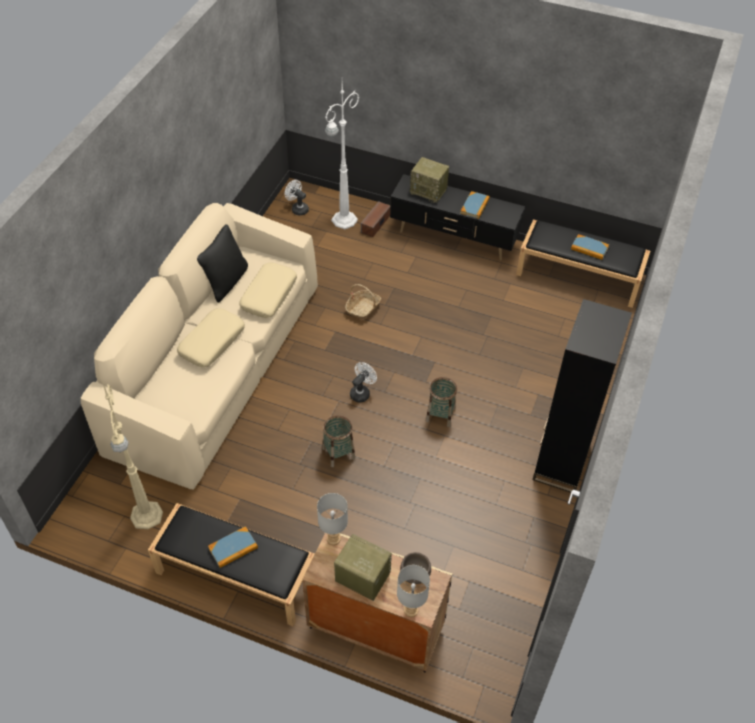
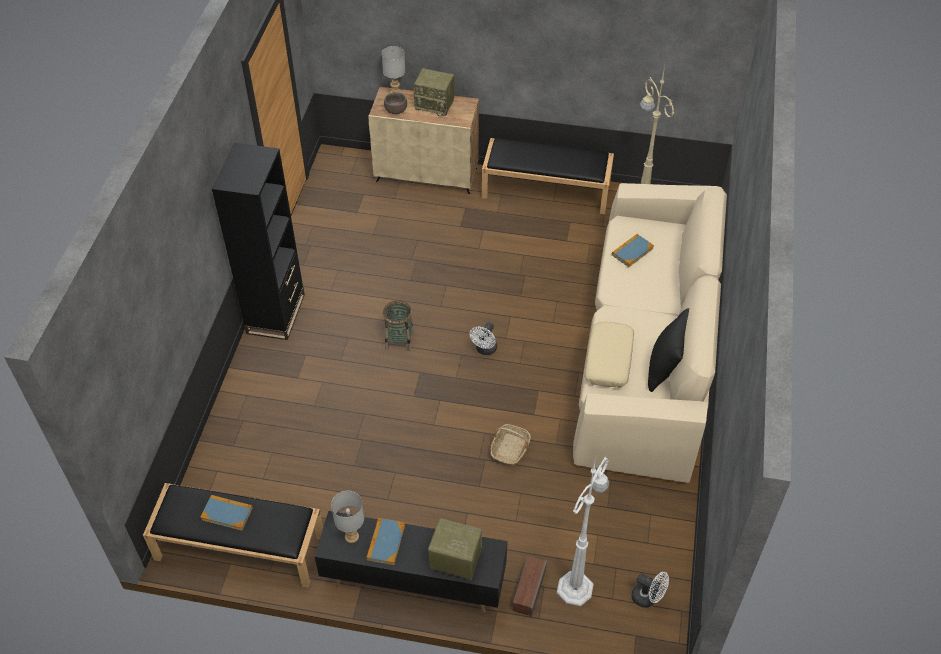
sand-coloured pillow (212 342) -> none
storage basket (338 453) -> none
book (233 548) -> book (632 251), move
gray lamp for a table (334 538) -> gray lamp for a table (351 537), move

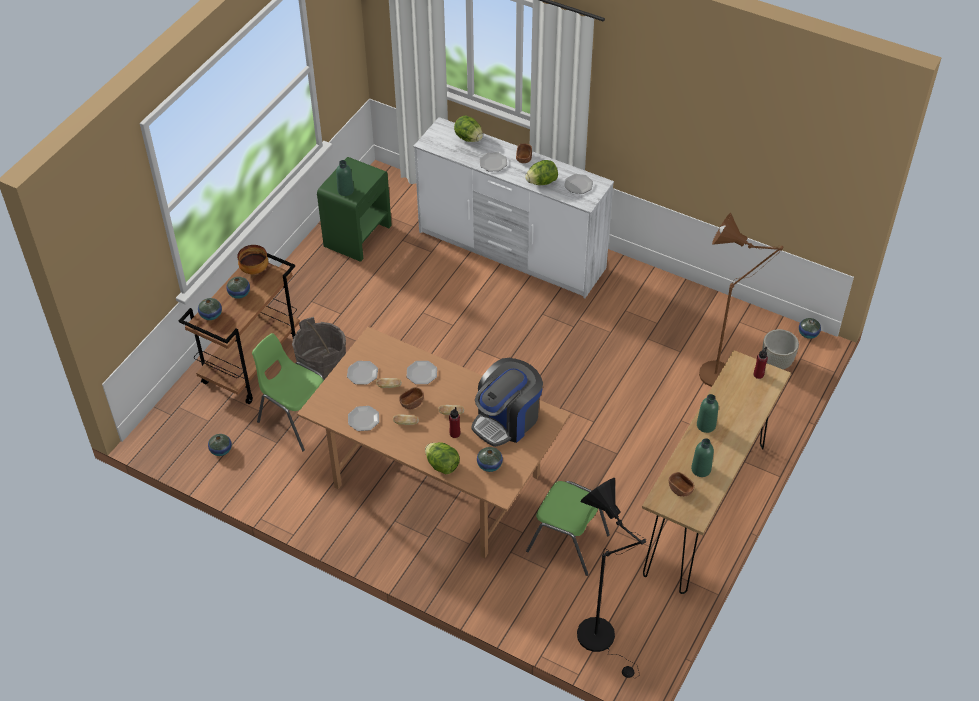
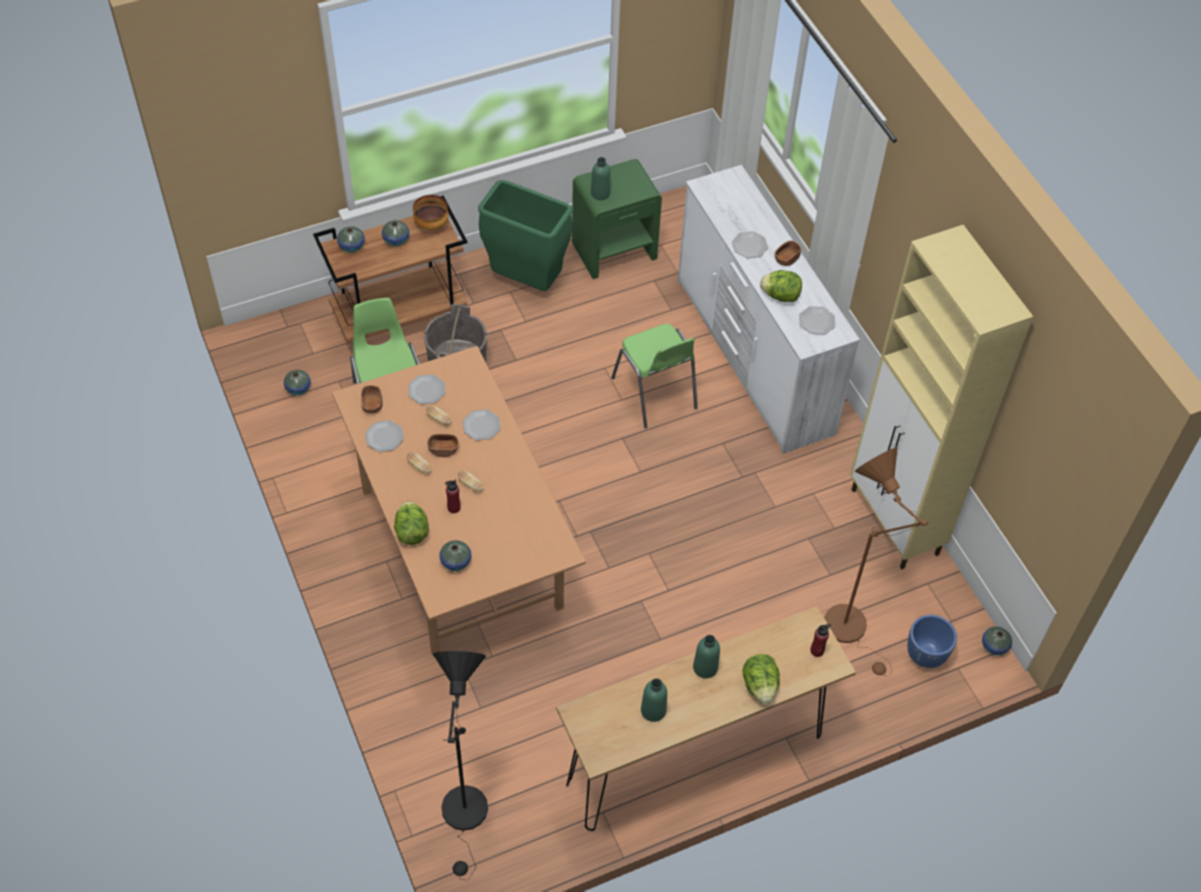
coffee maker (507 420) -> none
none -> green-coloured rubbish bin (527 281)
none -> sand-coloured cabinet (895 523)
head of lettuce (468 138) -> head of lettuce (760 685), move
green-coloured plain chair (569 543) -> green-coloured plain chair (655 393), move
brown-coloured serving bowl (680 489) -> brown-coloured serving bowl (372 405), move
gray flower pot (776 363) -> blue flower pot (926 655)

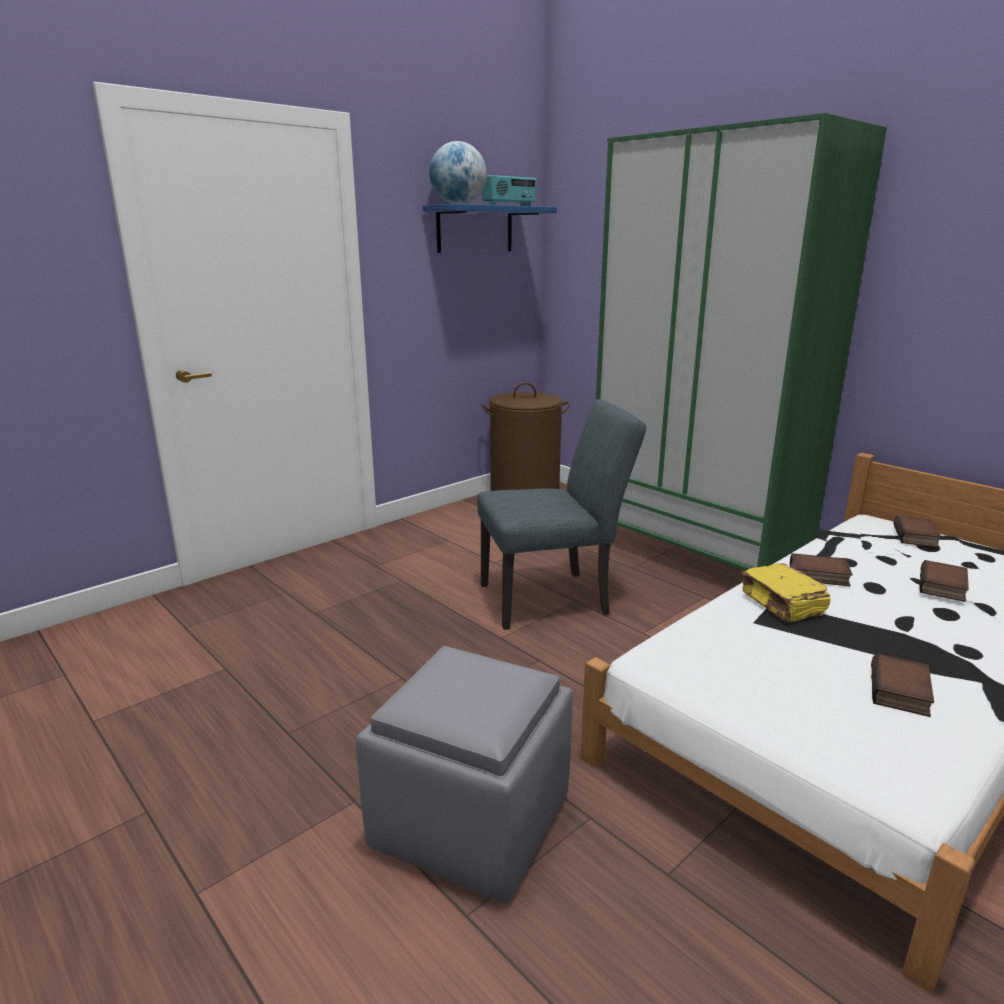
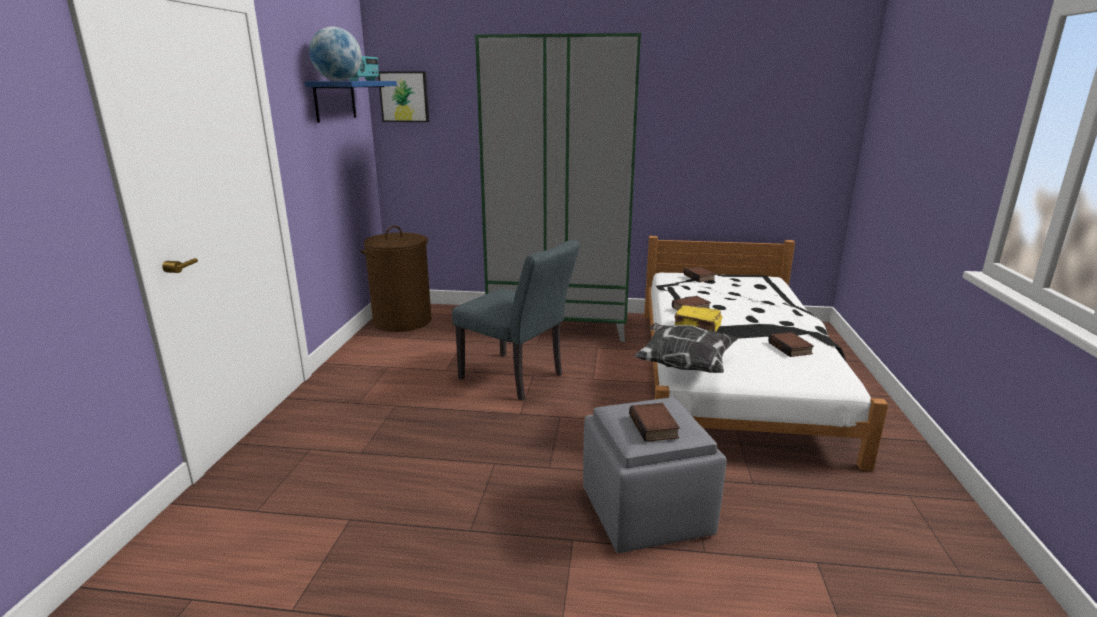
none -> picture (404 97)
none -> pillow (683 365)
book (944 587) -> book (655 427), move
gray plain chair (554 598) -> gray plain chair (517 378), 90 degrees clockwise

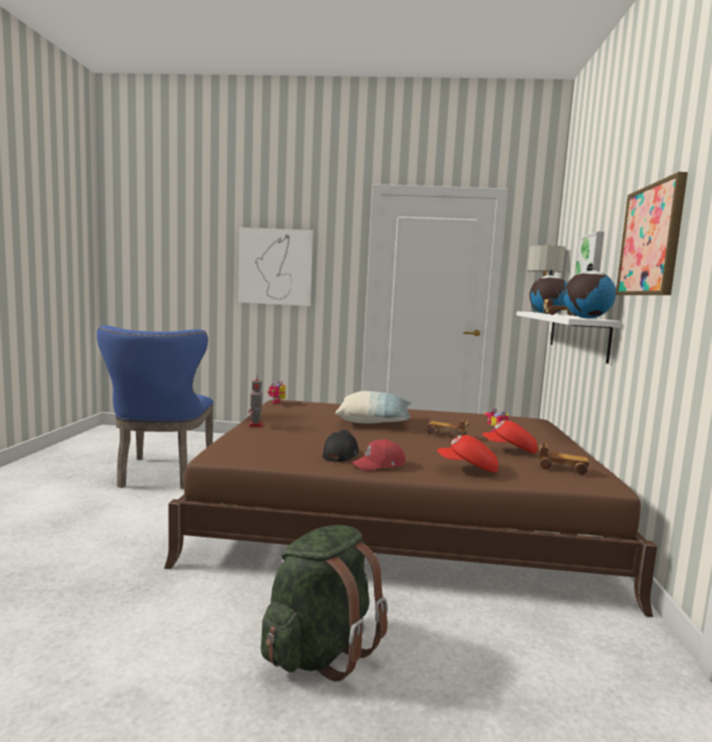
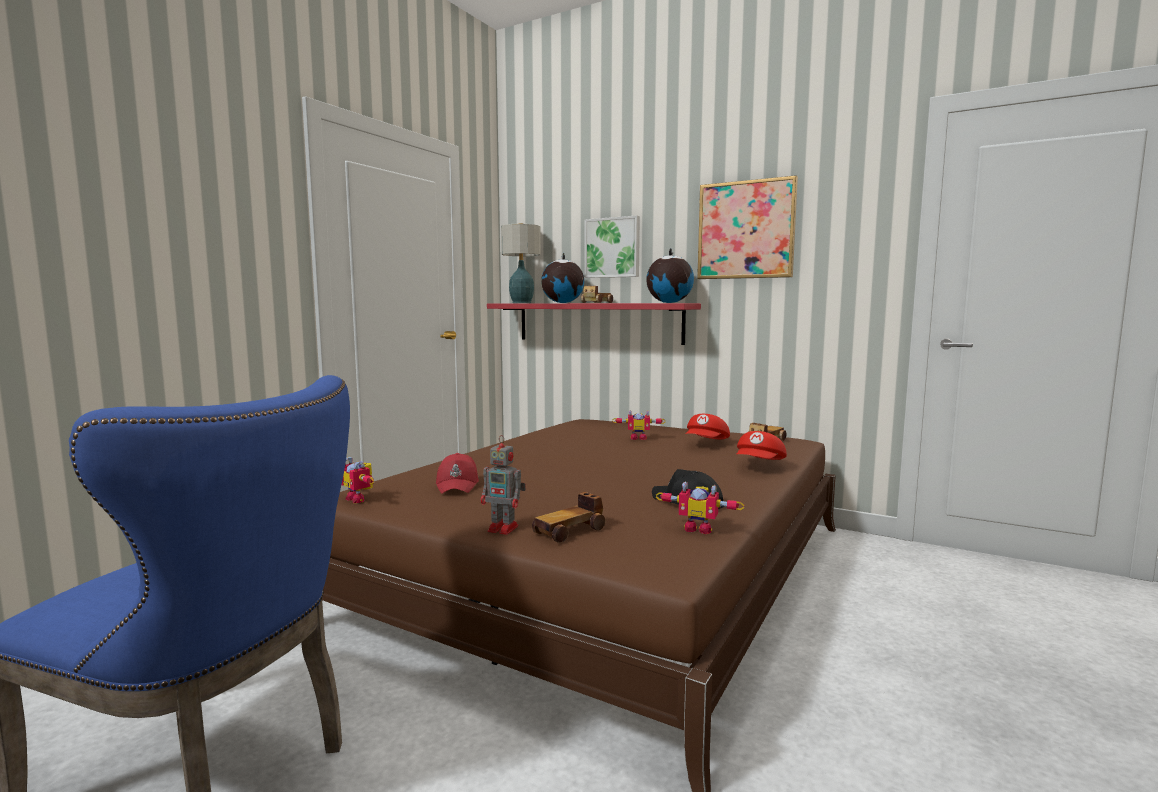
picture (276 267) -> none
green-coloured knapsack (320 650) -> none
pillow (374 421) -> none
none -> model robot (699 528)
red cap (379 465) -> red cap (458 484), move
toy car (447 435) -> toy car (570 531), move
white shelf (577 334) -> red shelf (598 322)

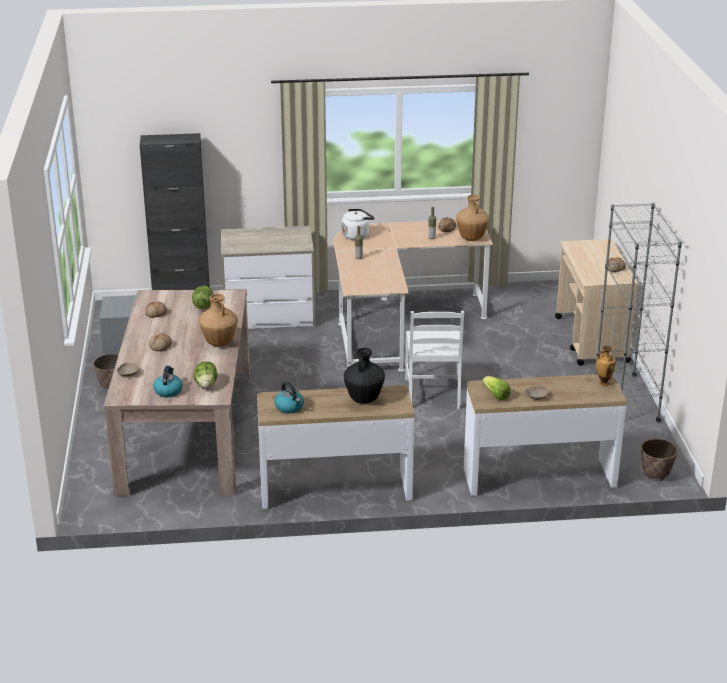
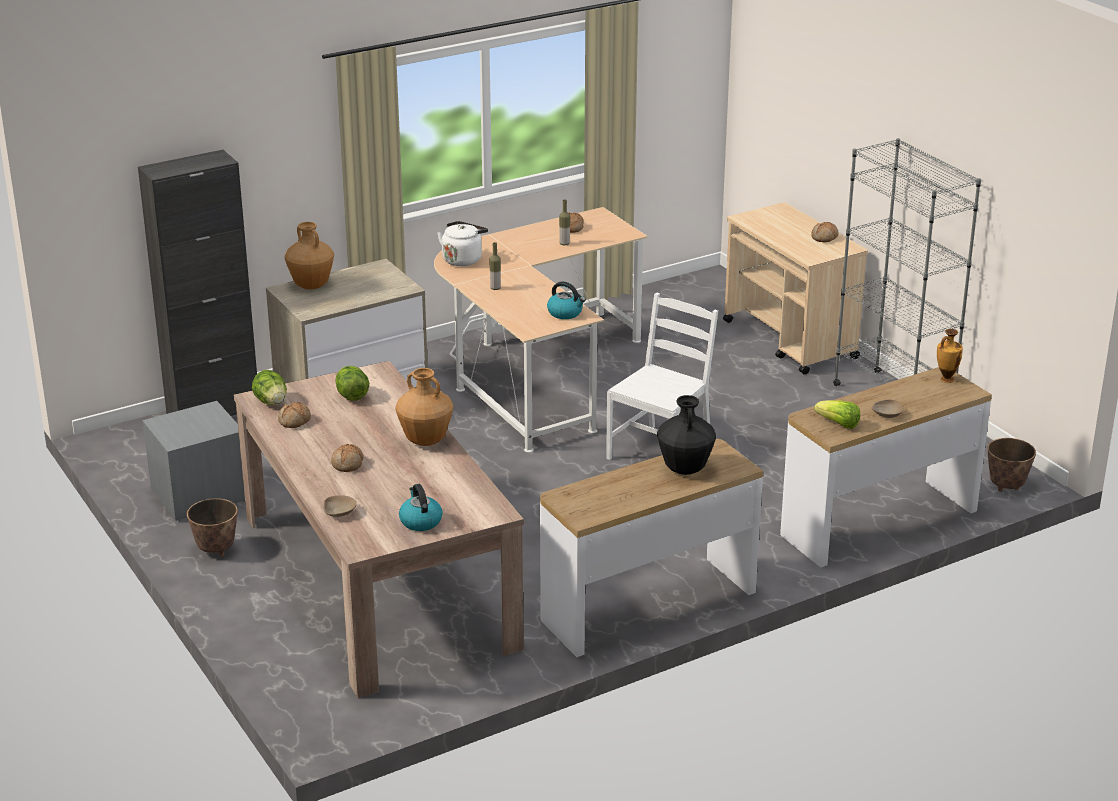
head of lettuce (206 385) -> head of lettuce (271 402), move
water kettle (290 407) -> water kettle (565 313), move
brown-coloured flower vase (471 238) -> brown-coloured flower vase (311 286), move
white plain chair (433 393) -> white plain chair (660 452), 120 degrees counterclockwise

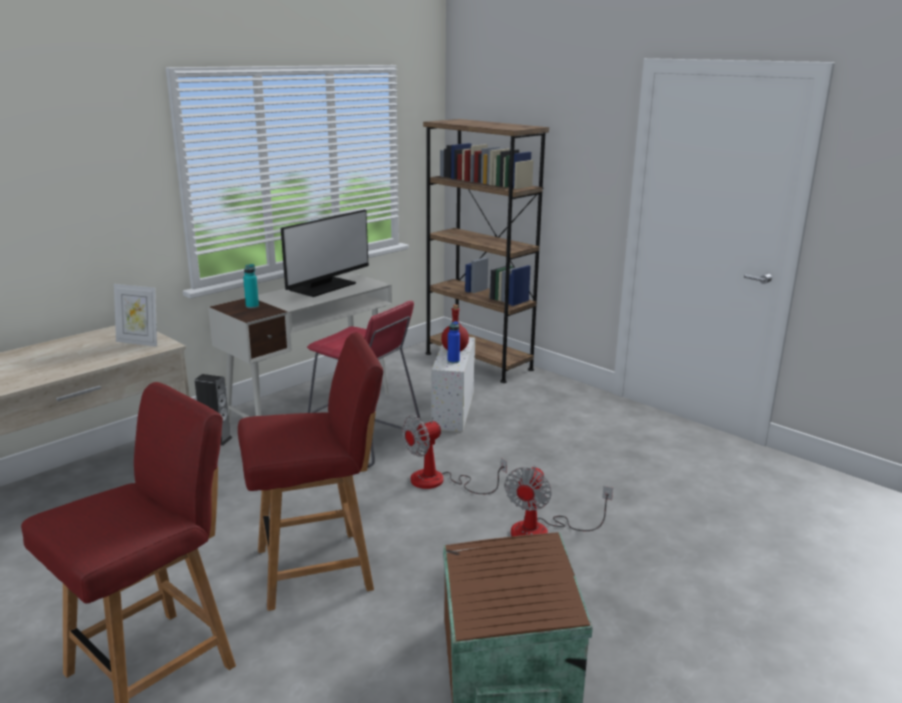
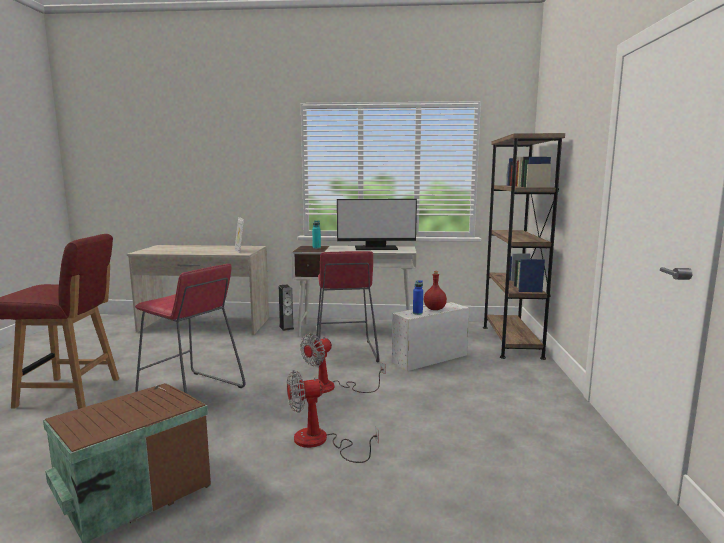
red plain chair (317 568) -> red stool seat (191 393)
cooling fan (439 482) -> cooling fan (331 387), 60 degrees counterclockwise

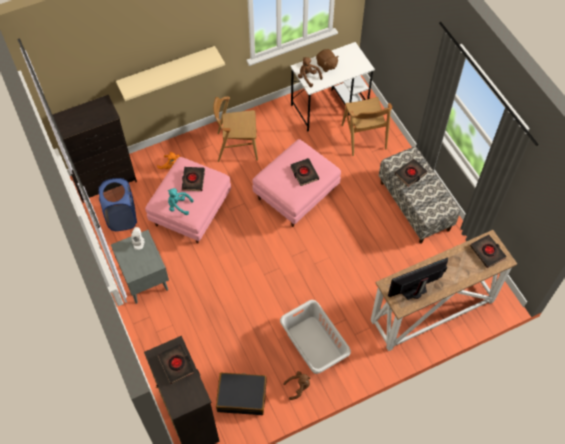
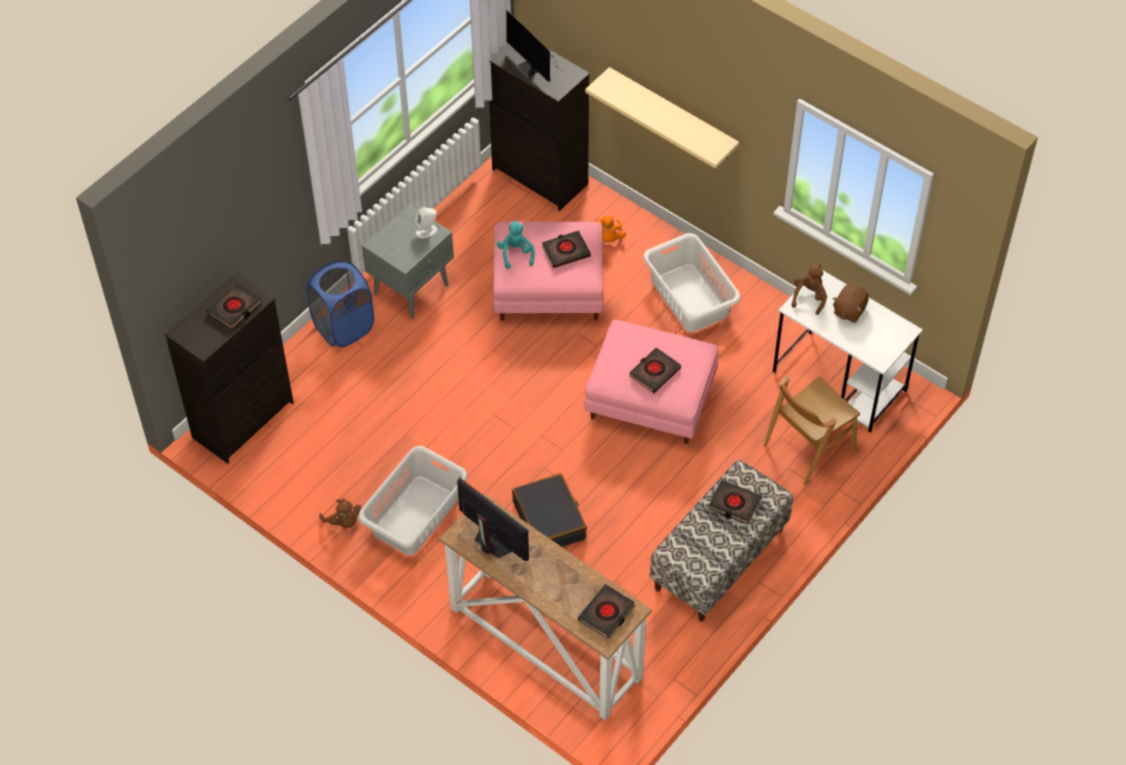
none -> monitor (532 69)
blue hamper (122 217) -> blue hamper (344 327), move
black travel case (242 396) -> black travel case (549 520), move
brown-coloured plain chair (237 146) -> white hamper (690 297)

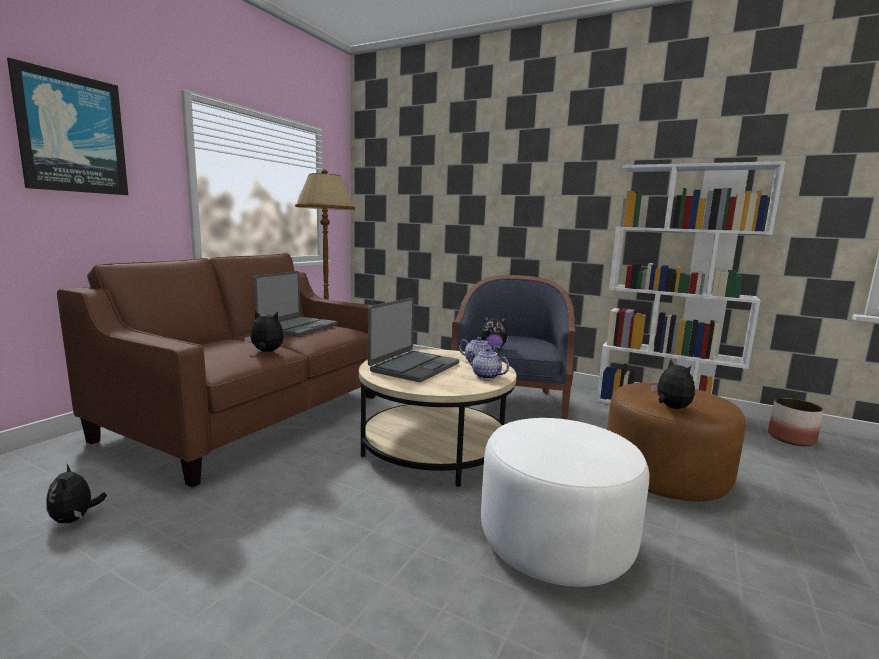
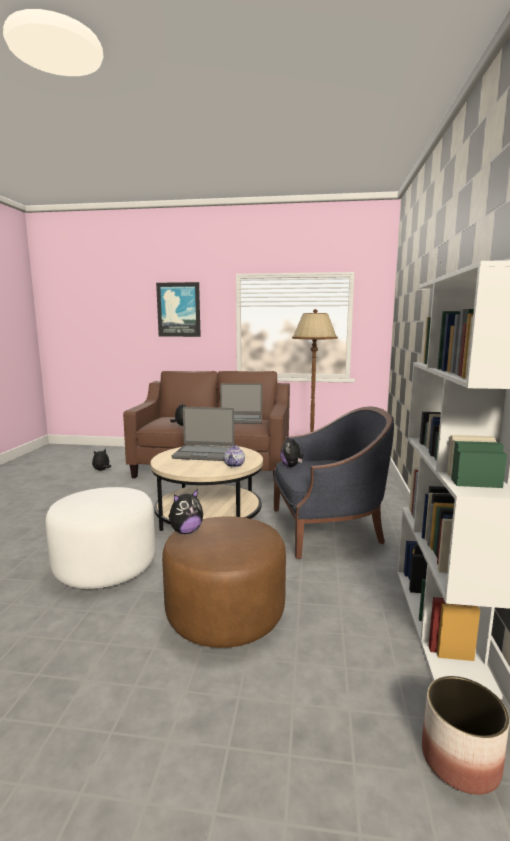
pot for tea (485 376) -> none

